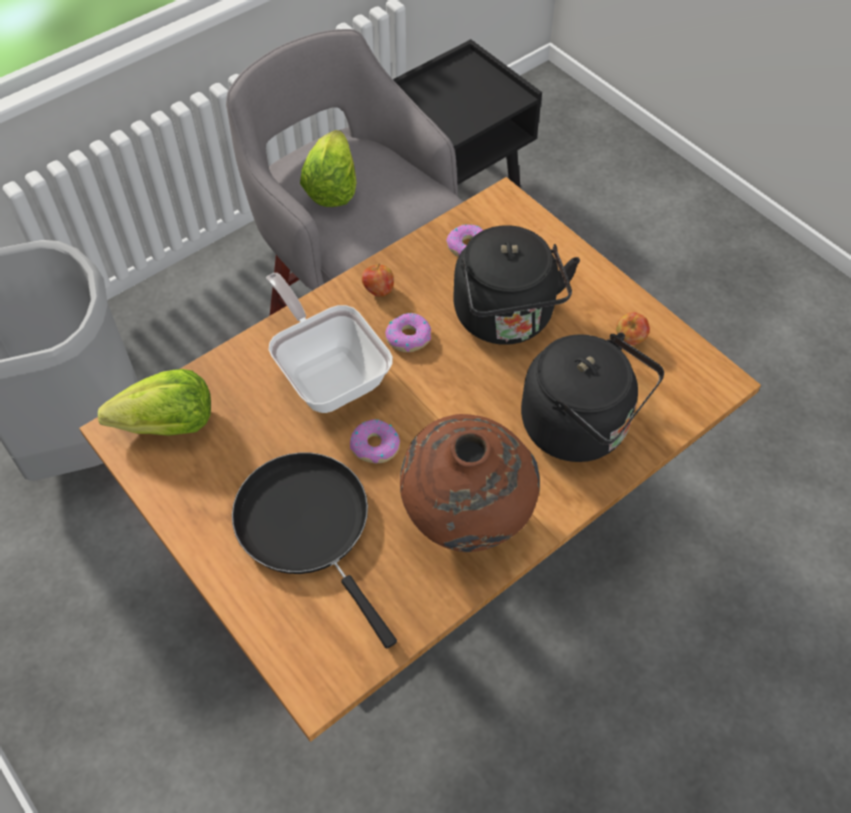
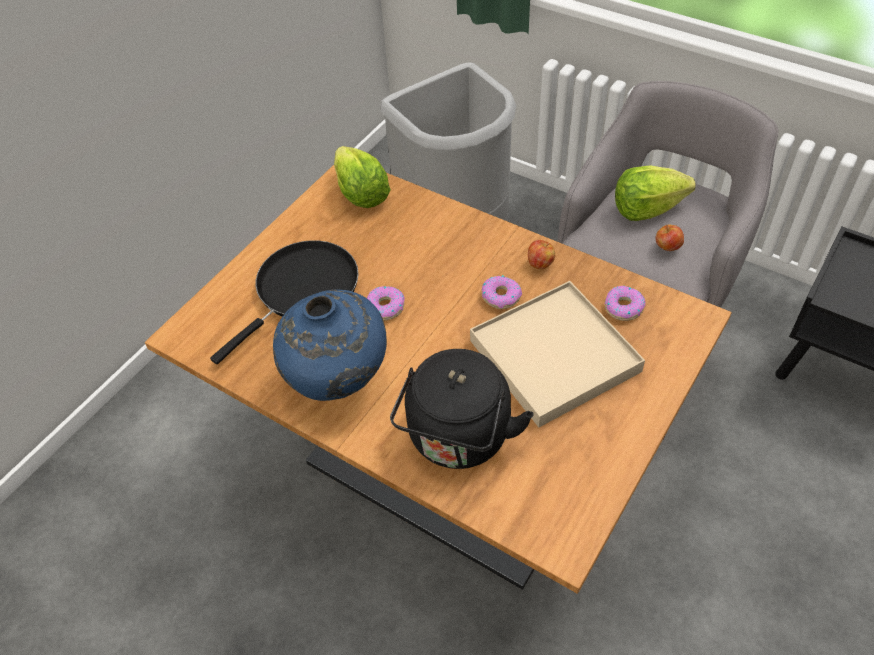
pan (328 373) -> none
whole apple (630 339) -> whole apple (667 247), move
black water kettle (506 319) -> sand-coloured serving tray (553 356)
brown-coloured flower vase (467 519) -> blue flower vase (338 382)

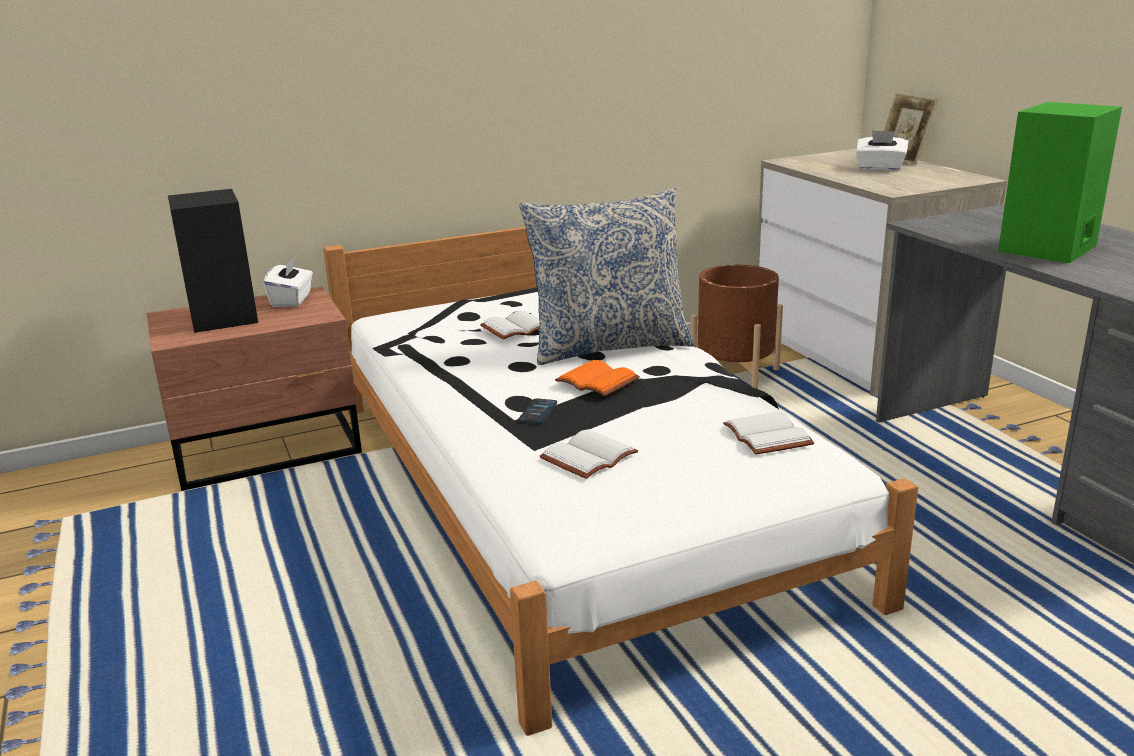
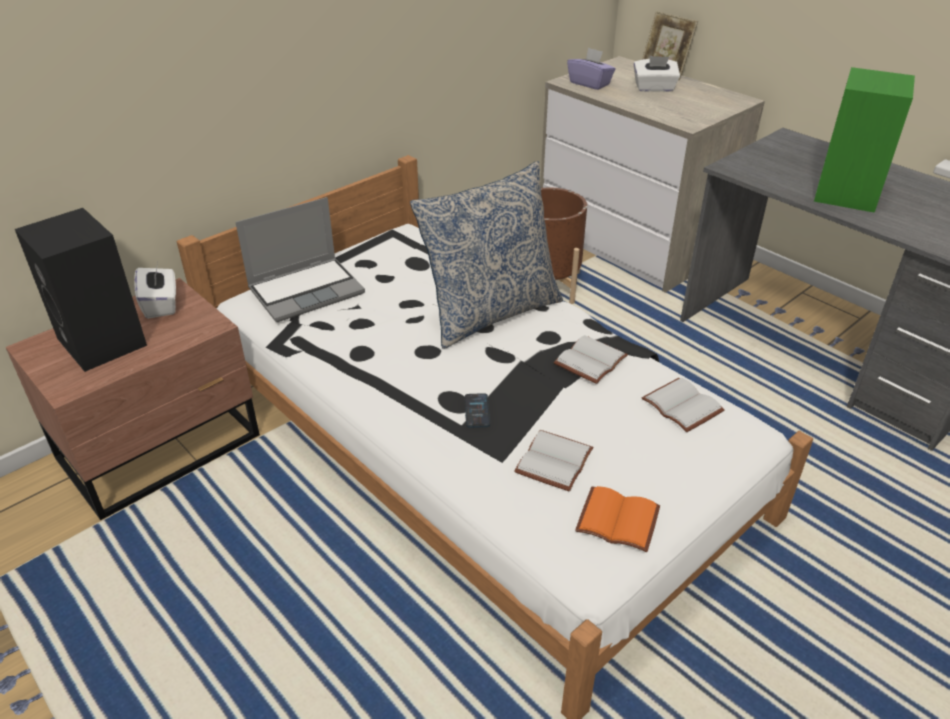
none -> portable computer (307 290)
none -> purple-coloured box of tissues (590 83)
white book (516 329) -> white book (591 362), move
orangey book (599 381) -> orangey book (619 519), move

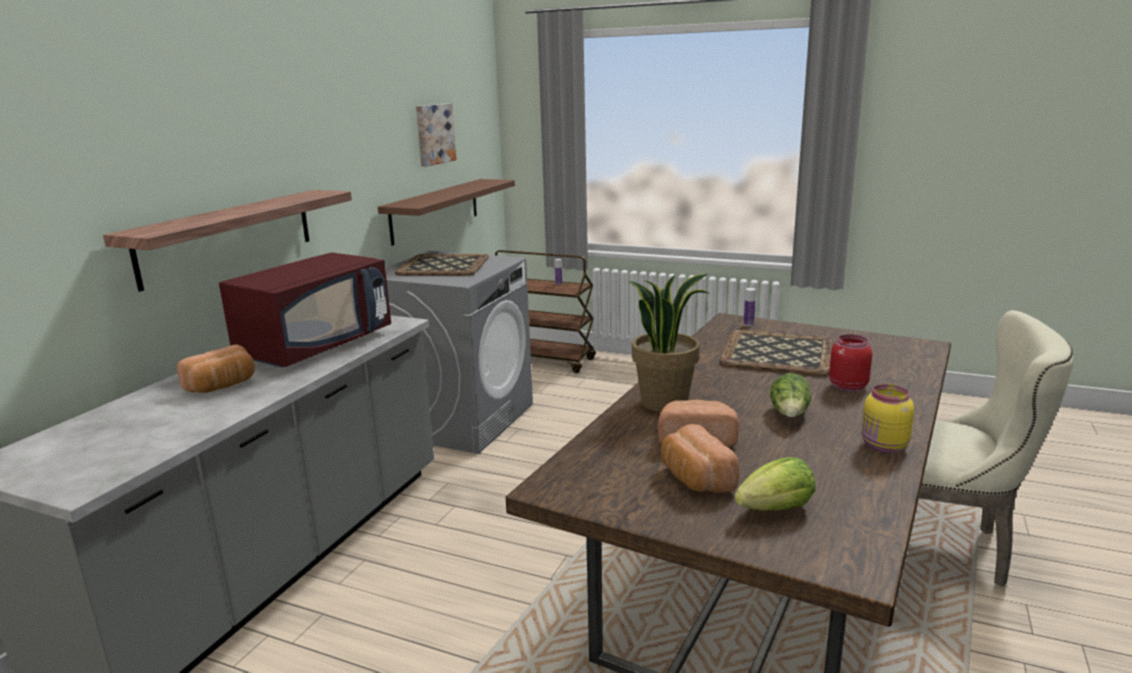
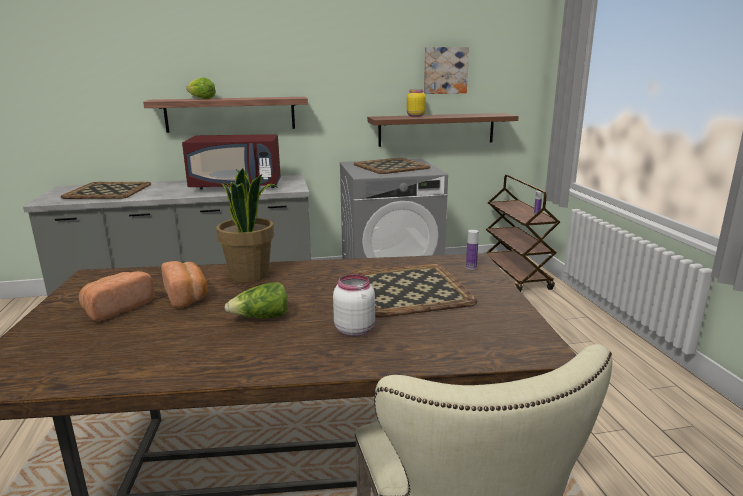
bakery bread (222 386) -> none
none -> serving tray (109 191)
head of lettuce (776 509) -> head of lettuce (202 99), move
yellowish storage jar (883 447) -> yellowish storage jar (415 116), move
red storage jar (846 386) -> white storage jar (354 330)

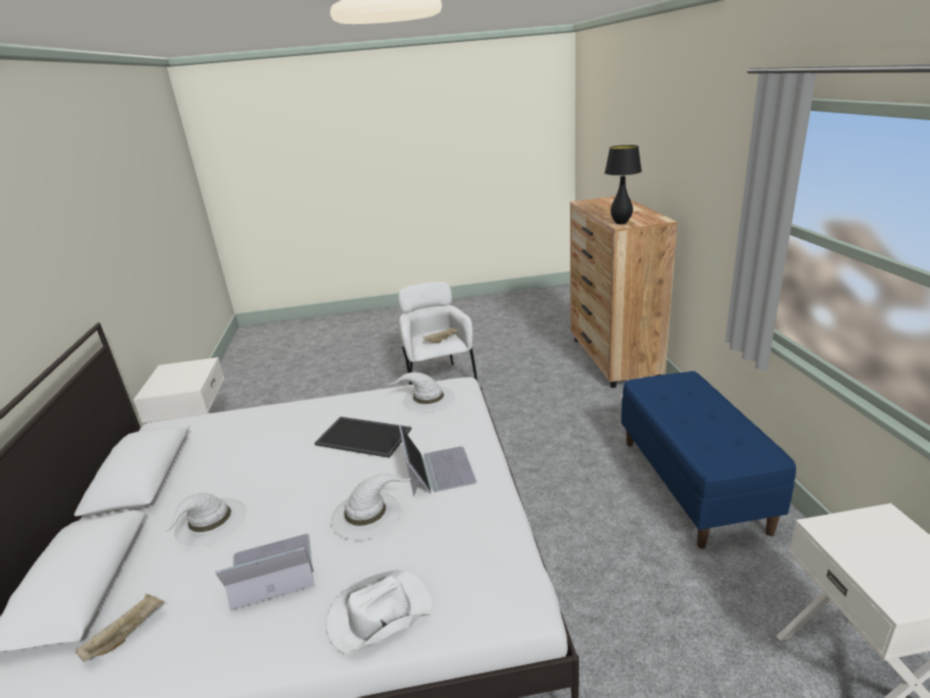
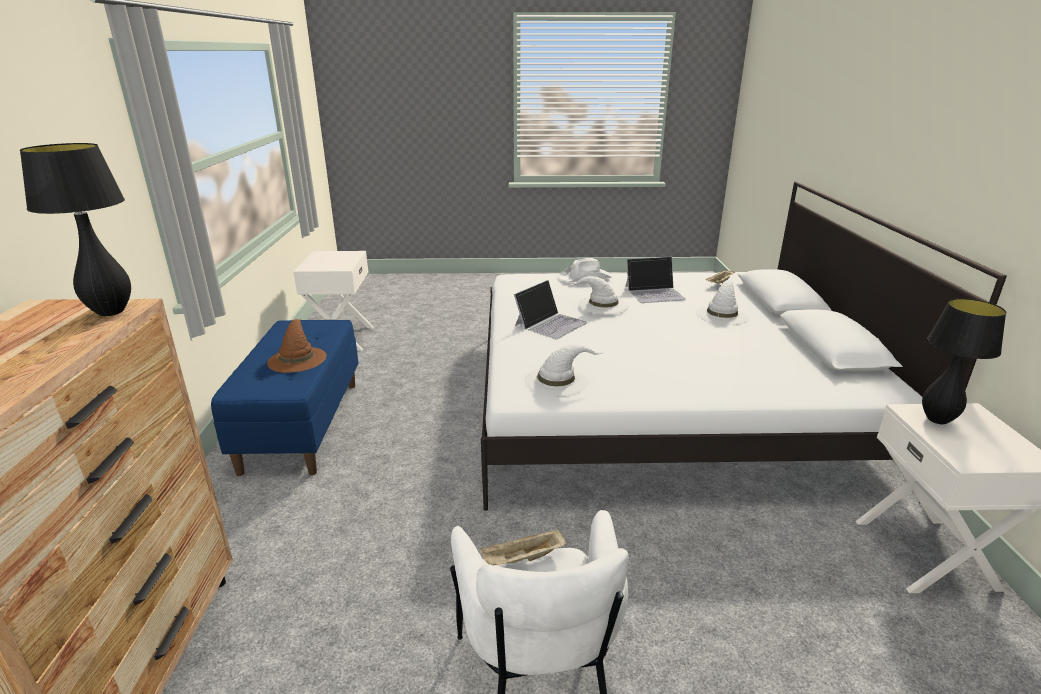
serving tray (365 436) -> none
none -> brown-coloured clothing hat (297 359)
none -> black lamp for a table (937 420)
portable computer (437 470) -> portable computer (550 323), 135 degrees counterclockwise

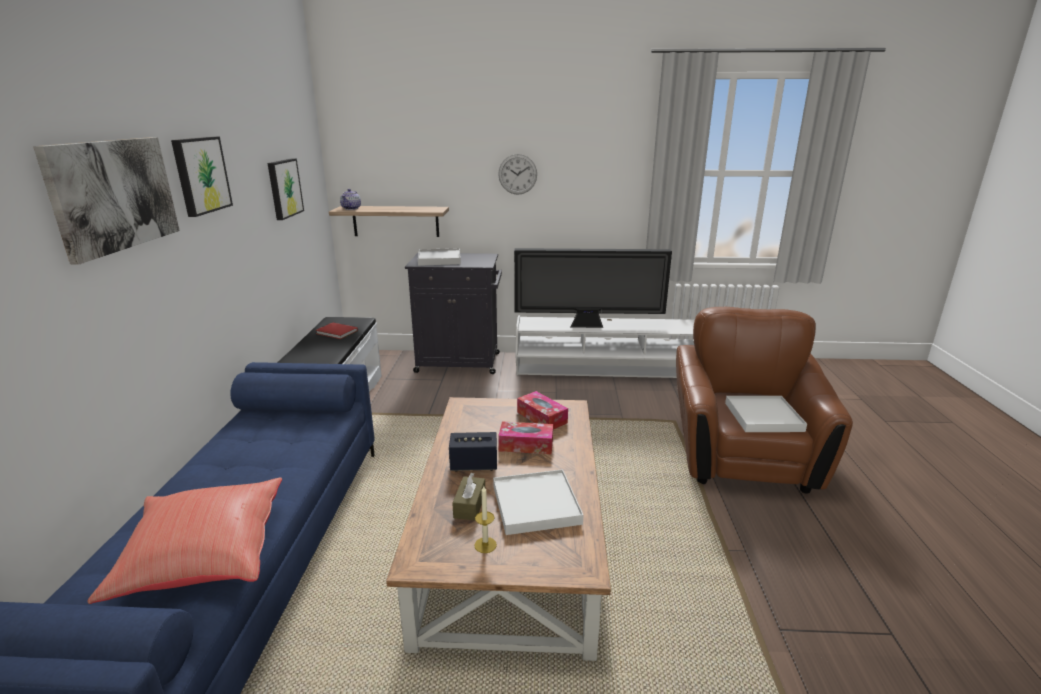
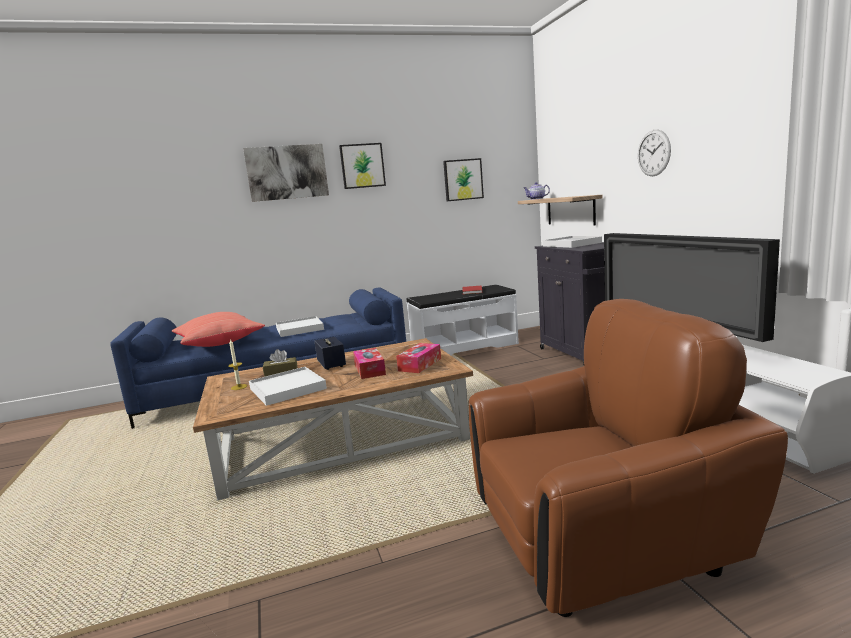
white serving tray (763 417) -> white serving tray (299 329), move

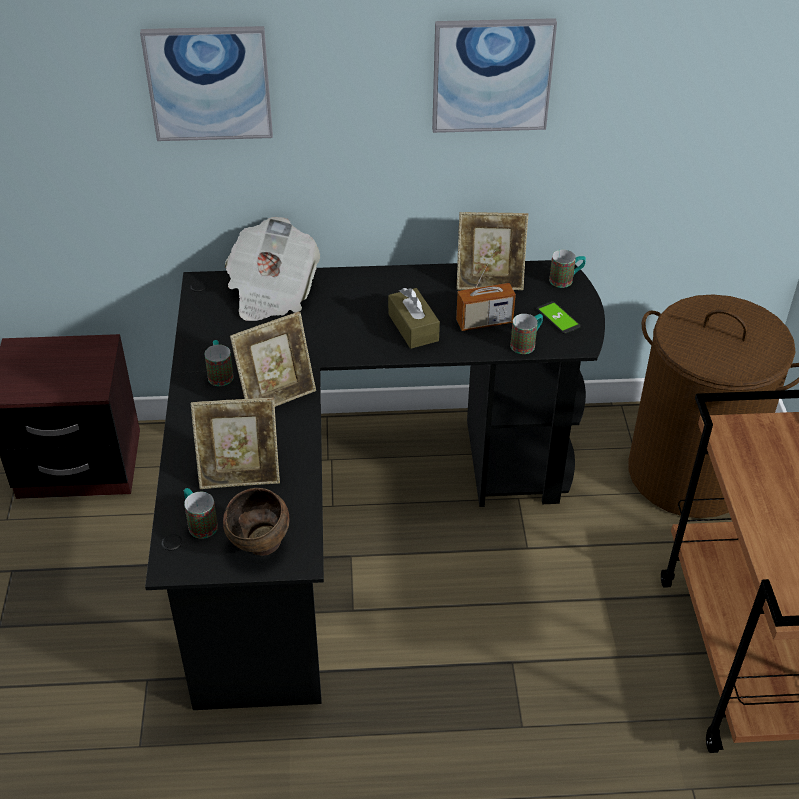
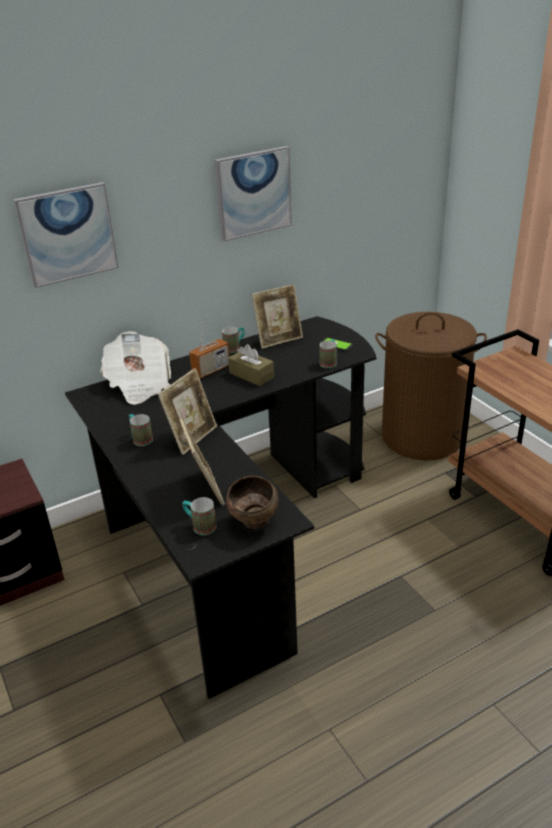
radio receiver (484 322) -> radio receiver (211 370), move
tea mug (566 280) -> tea mug (234 348), move
standing frame (240 475) -> standing frame (205 489), 75 degrees counterclockwise

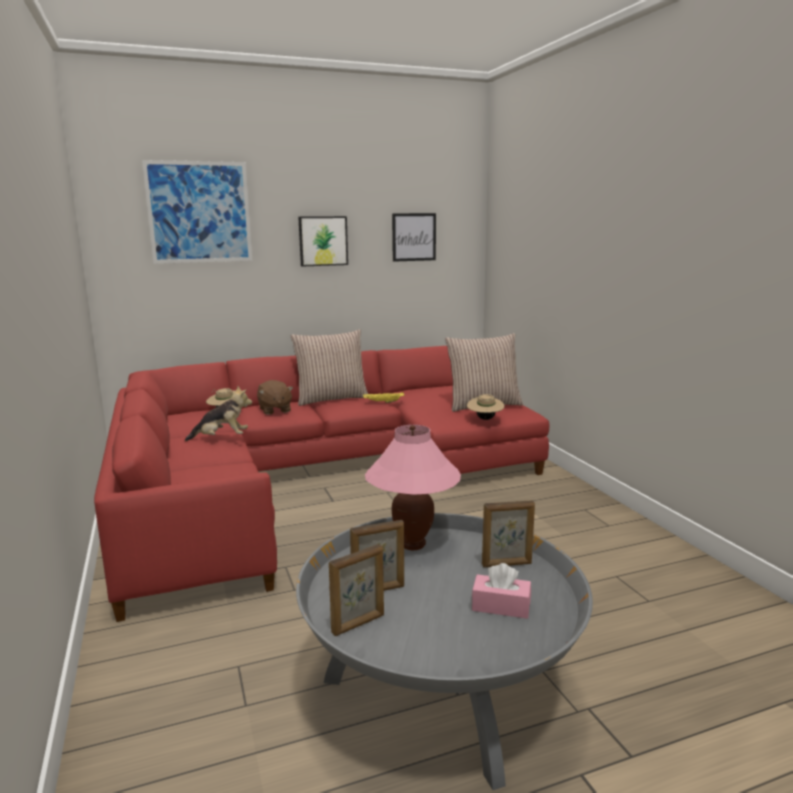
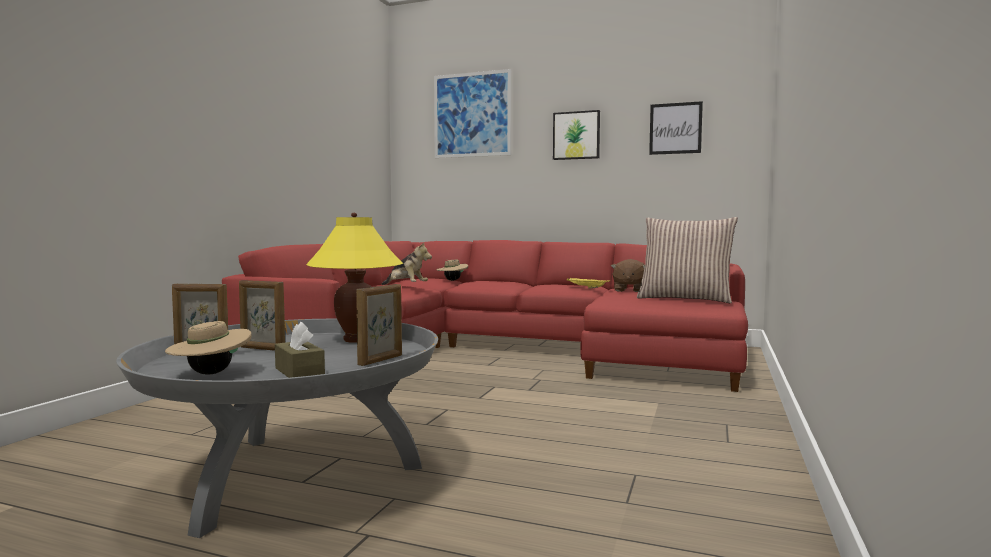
pillow (331 399) -> none
brown-coloured soft toy (274 410) -> brown-coloured soft toy (629 290), move
sand-coloured clothing hat (485 419) -> sand-coloured clothing hat (210 373), move
pinkish lamp for a table (413 544) -> yellowish lamp for a table (356 340)
pinkish box of tissues (501 606) -> brown-coloured box of tissues (299 372)
standing frame (507 564) -> standing frame (381 360), 90 degrees counterclockwise

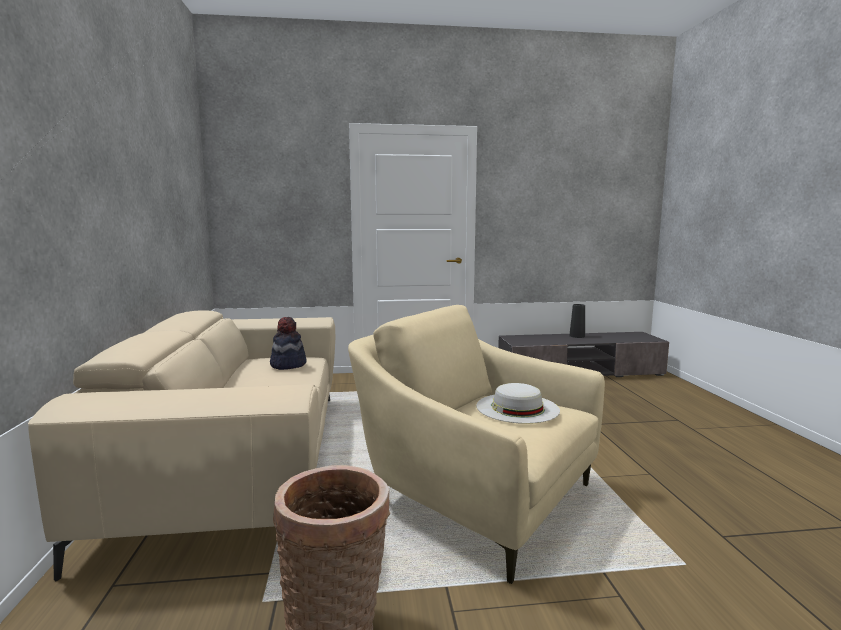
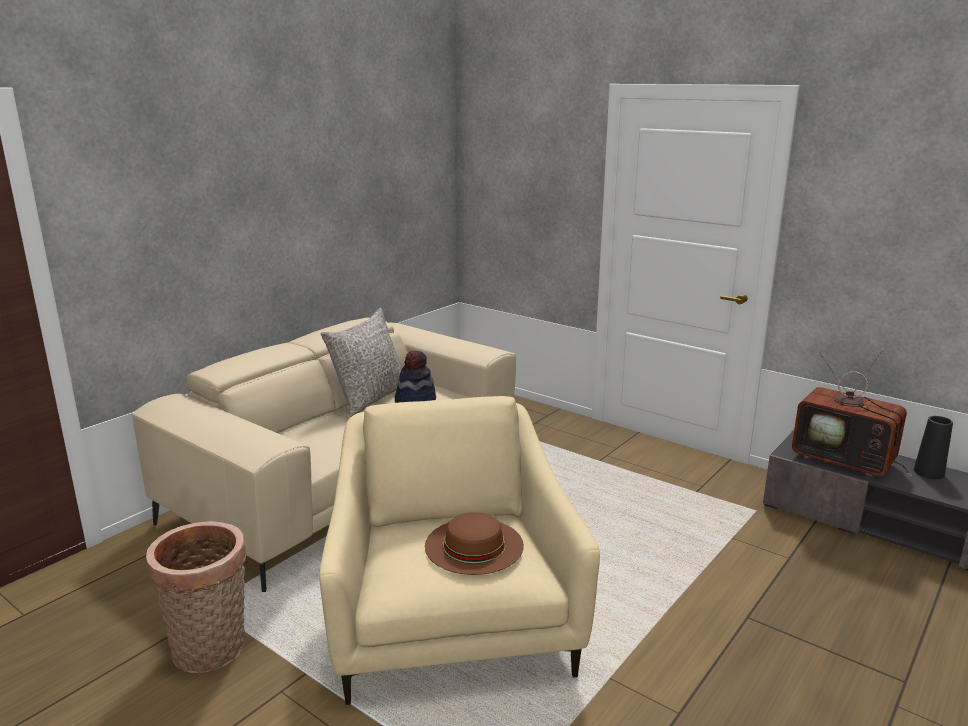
none -> gray pillow (369 398)
none -> TV (847 460)
white clothing hat (517 408) -> brown-coloured clothing hat (474 545)

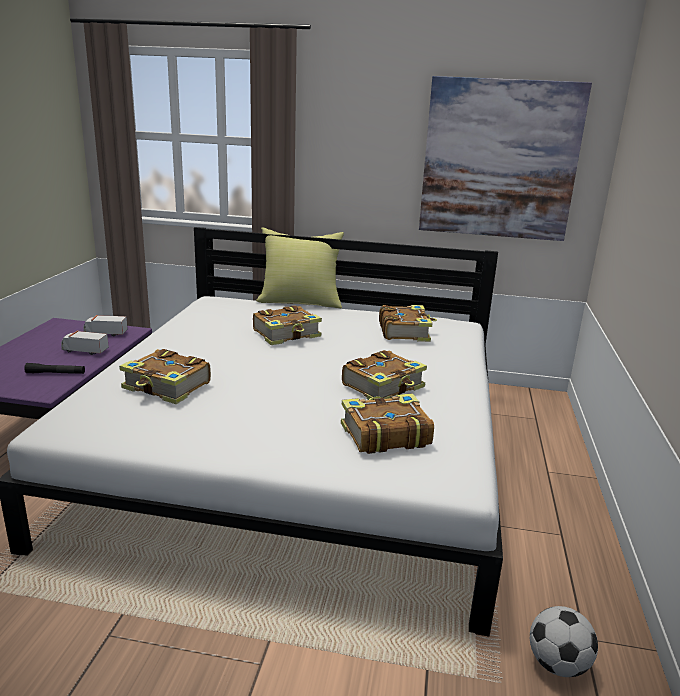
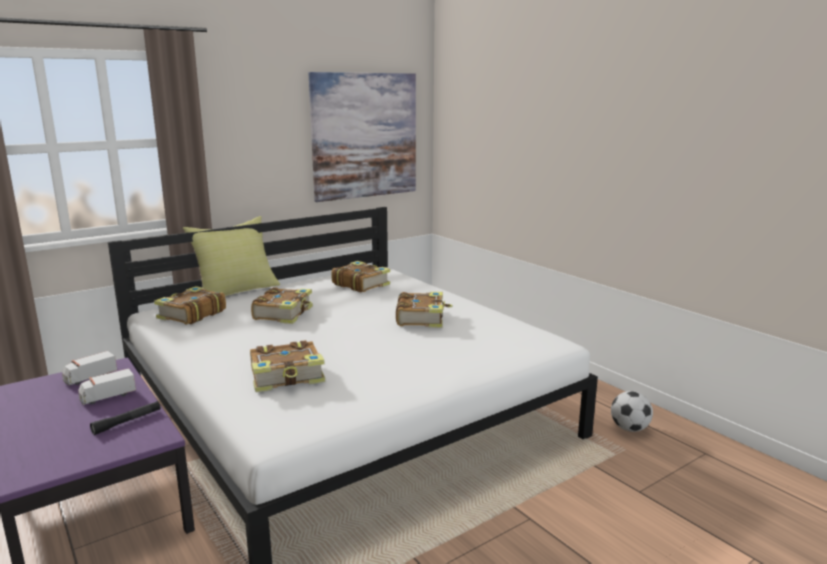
book (384 435) -> book (191 314), move

